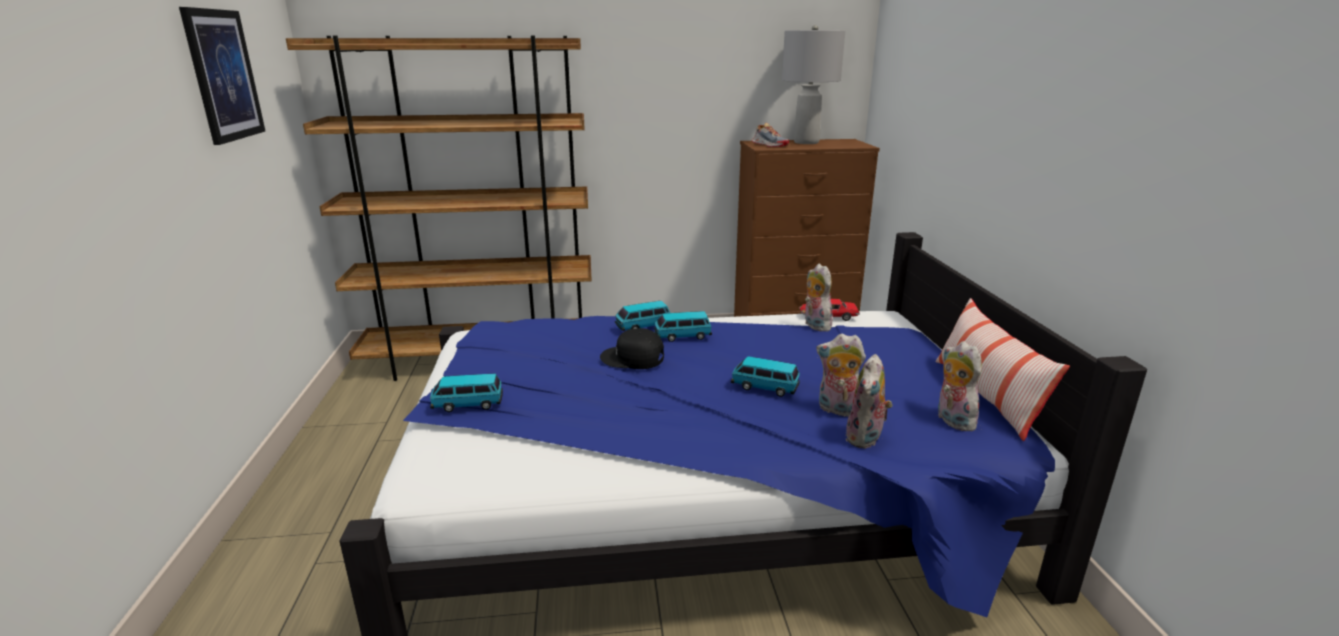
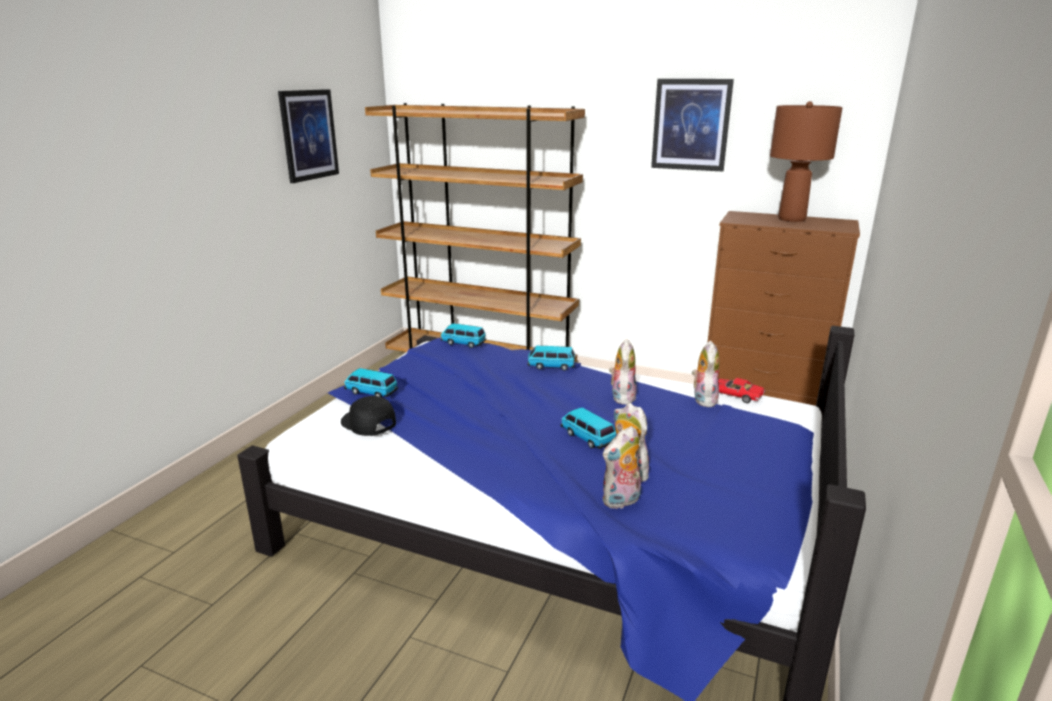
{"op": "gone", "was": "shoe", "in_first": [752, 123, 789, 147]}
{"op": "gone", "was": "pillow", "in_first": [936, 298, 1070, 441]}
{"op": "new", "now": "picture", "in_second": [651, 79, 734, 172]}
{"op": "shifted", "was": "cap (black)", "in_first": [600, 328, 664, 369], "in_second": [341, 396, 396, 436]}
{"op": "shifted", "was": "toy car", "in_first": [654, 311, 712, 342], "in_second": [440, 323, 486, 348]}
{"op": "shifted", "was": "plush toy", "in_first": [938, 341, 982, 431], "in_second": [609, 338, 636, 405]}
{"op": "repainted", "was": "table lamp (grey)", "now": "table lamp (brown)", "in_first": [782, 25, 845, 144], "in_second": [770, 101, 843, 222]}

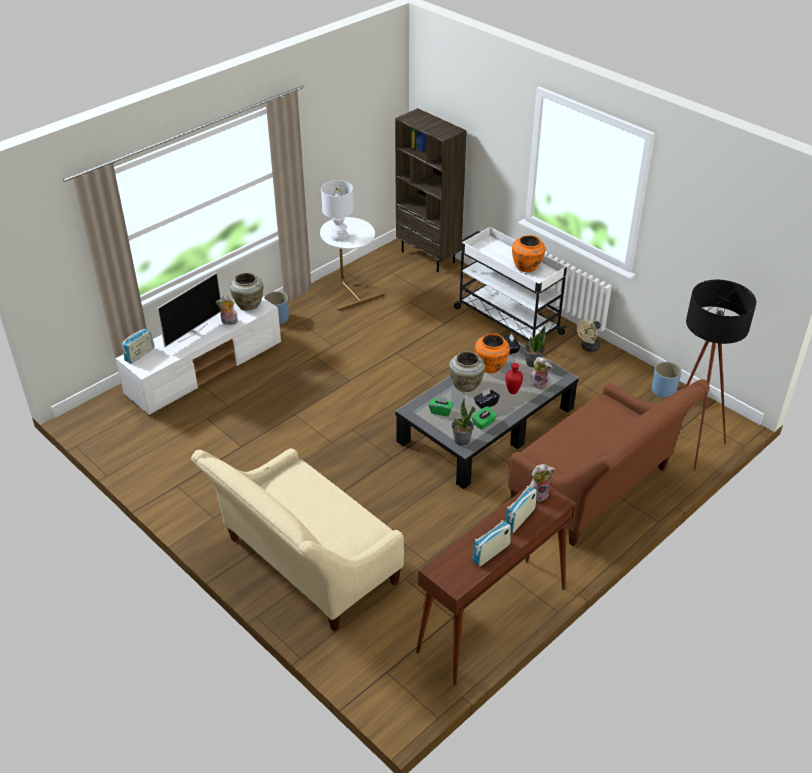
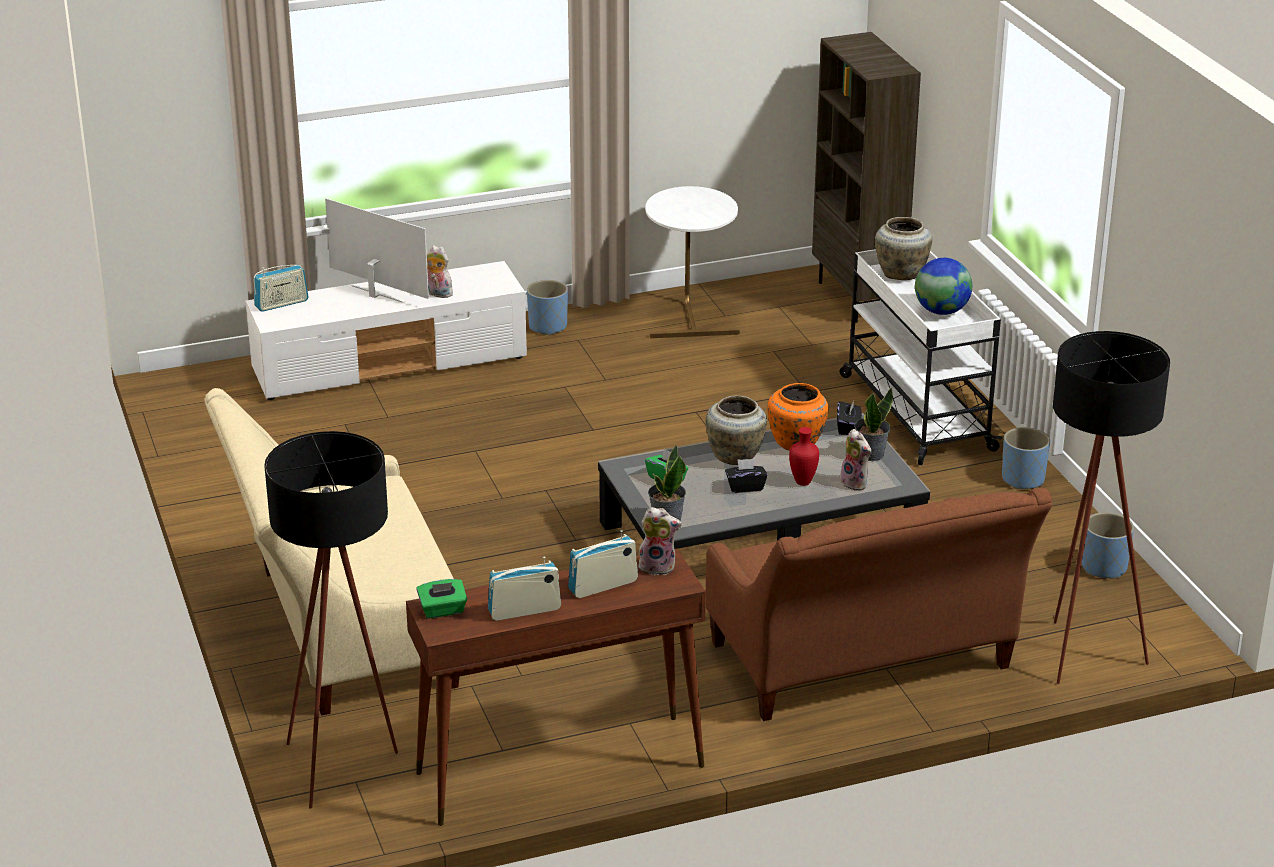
{"op": "gone", "was": "table lamp (white)", "in_first": [321, 180, 354, 241]}
{"op": "new", "now": "floor lamp (black)", "in_second": [264, 431, 398, 809]}
{"op": "shifted", "was": "vase (beige)", "in_first": [230, 273, 263, 310], "in_second": [875, 217, 932, 280]}
{"op": "shifted", "was": "tissue box (green)", "in_first": [472, 406, 497, 430], "in_second": [416, 579, 467, 619]}
{"op": "swapped", "was": "vase (orange)", "now": "globe", "in_first": [512, 235, 545, 272], "in_second": [915, 258, 972, 315]}
{"op": "swapped", "was": "fan (beige)", "now": "planter (blue)", "in_first": [577, 319, 601, 352], "in_second": [1002, 427, 1050, 489]}
{"op": "rotated", "was": "television", "in_first": [157, 272, 221, 347], "in_second": [325, 198, 429, 302], "clockwise": -120}

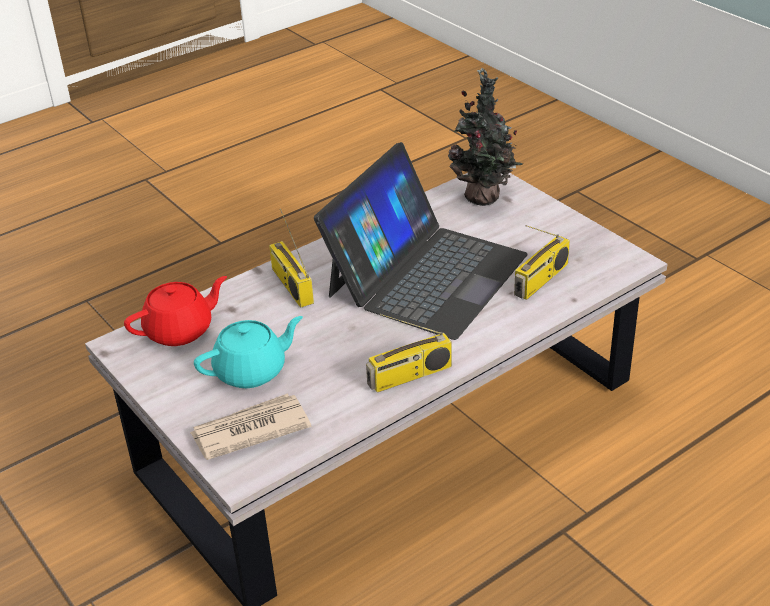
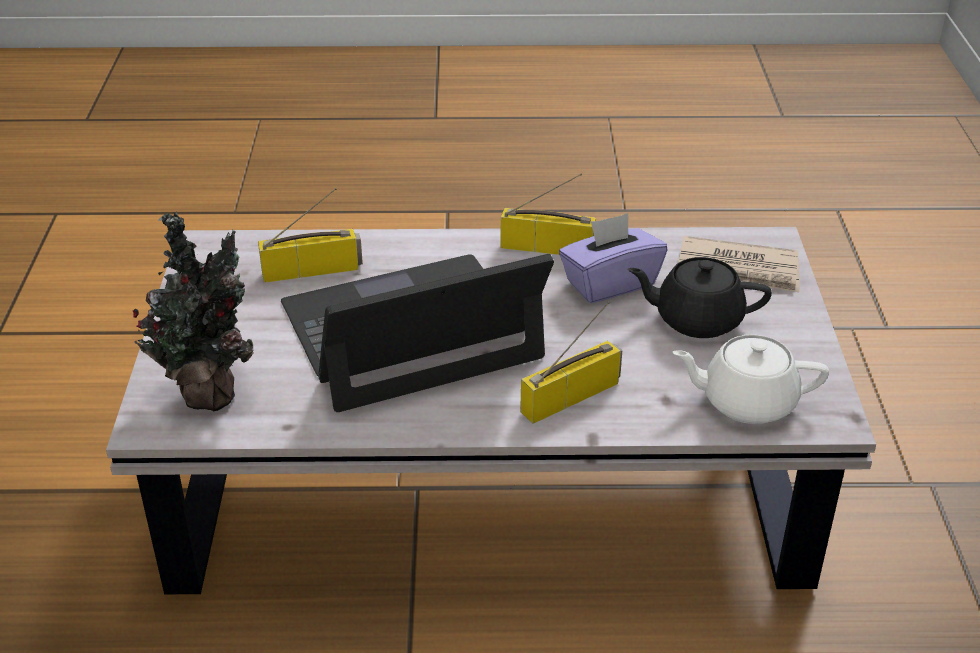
{"op": "new", "now": "tissue box (purple)", "in_second": [559, 213, 667, 303]}
{"op": "repainted", "was": "teapot (red)", "now": "teapot (white)", "in_first": [124, 276, 227, 346], "in_second": [672, 335, 829, 424]}
{"op": "repainted", "was": "teapot (turquoise)", "now": "teapot (black)", "in_first": [194, 316, 303, 388], "in_second": [627, 257, 772, 338]}
{"op": "rotated", "was": "radio", "in_first": [269, 209, 314, 308], "in_second": [520, 301, 622, 424], "clockwise": -135}

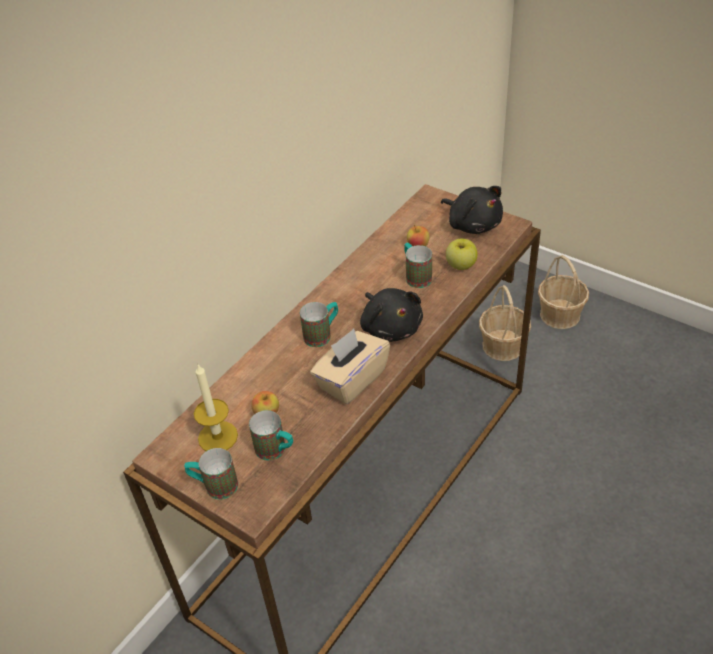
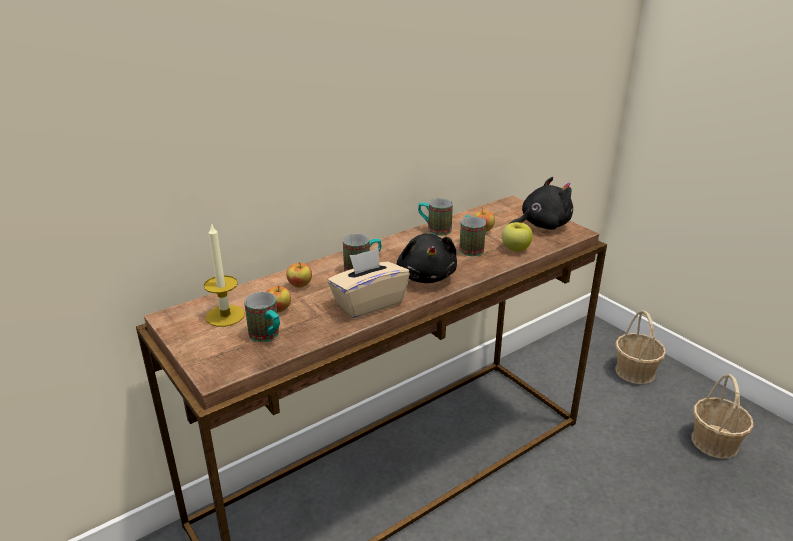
{"op": "new", "now": "apple", "in_second": [286, 262, 312, 288]}
{"op": "shifted", "was": "mug", "in_first": [184, 448, 238, 500], "in_second": [418, 198, 453, 236]}
{"op": "shifted", "was": "basket", "in_first": [479, 285, 531, 361], "in_second": [691, 374, 754, 459]}
{"op": "rotated", "was": "plush toy (black)", "in_first": [441, 186, 503, 234], "in_second": [509, 177, 573, 230], "clockwise": -90}

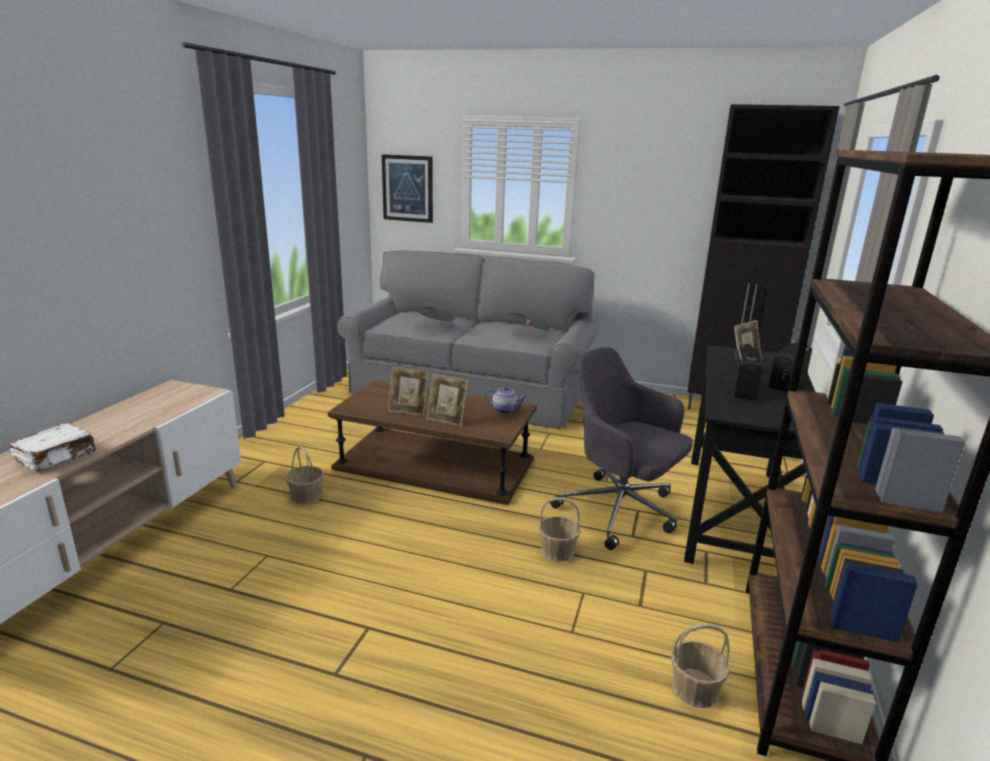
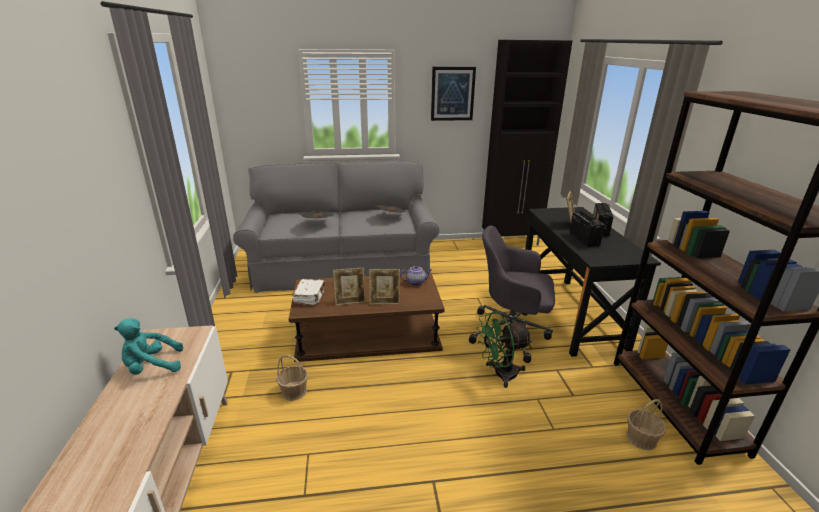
{"op": "new", "now": "plush toy (turquoise)", "in_second": [114, 318, 183, 375]}
{"op": "shifted", "was": "book (white)", "in_first": [9, 423, 96, 471], "in_second": [292, 279, 325, 305]}
{"op": "shifted", "was": "picture", "in_first": [382, 154, 433, 223], "in_second": [431, 67, 476, 121]}
{"op": "swapped", "was": "basket", "now": "fan (green)", "in_first": [538, 497, 581, 562], "in_second": [476, 311, 532, 388]}

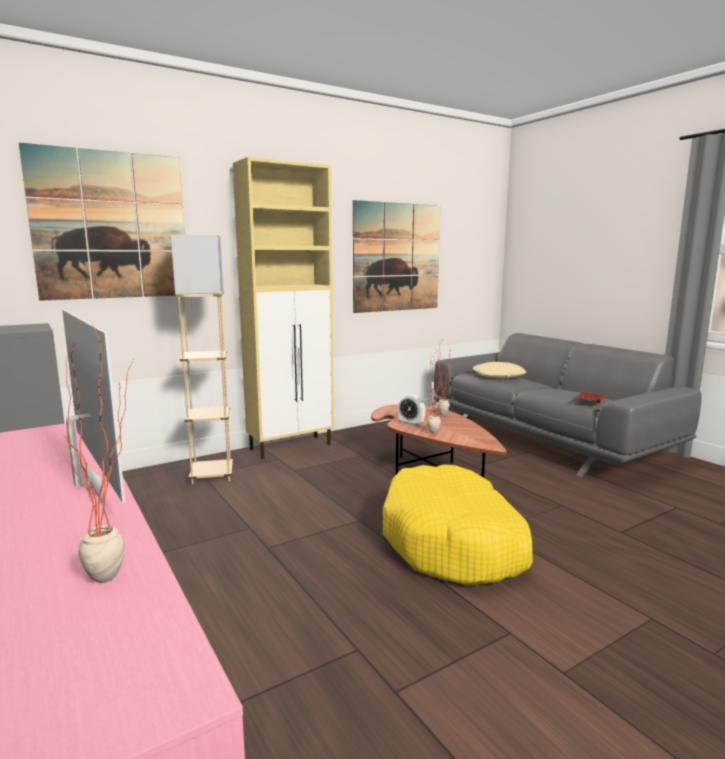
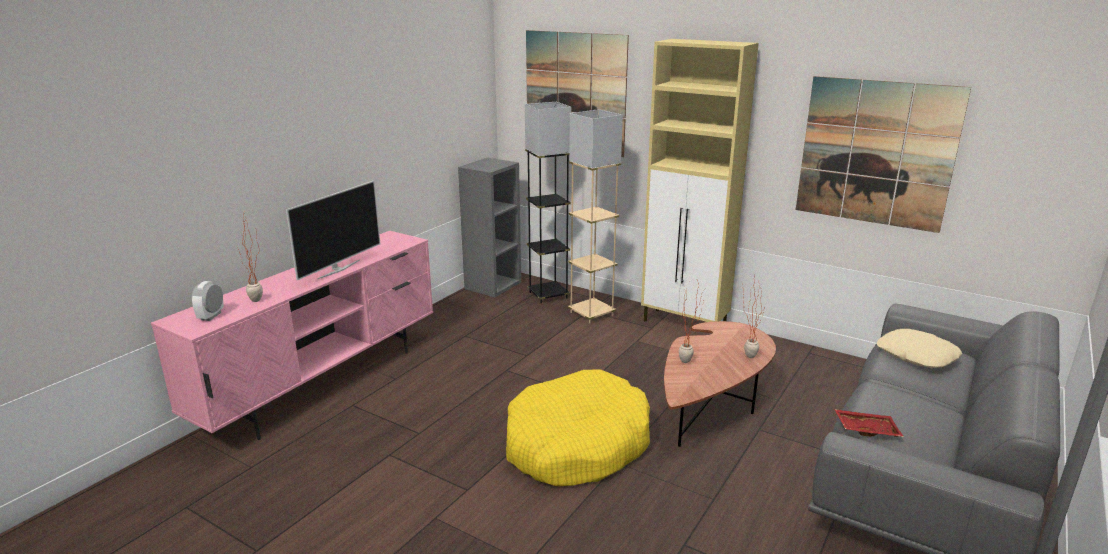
{"op": "new", "now": "floor lamp (grey)", "in_second": [525, 102, 571, 303]}
{"op": "shifted", "was": "alarm clock", "in_first": [398, 394, 426, 426], "in_second": [191, 281, 224, 321]}

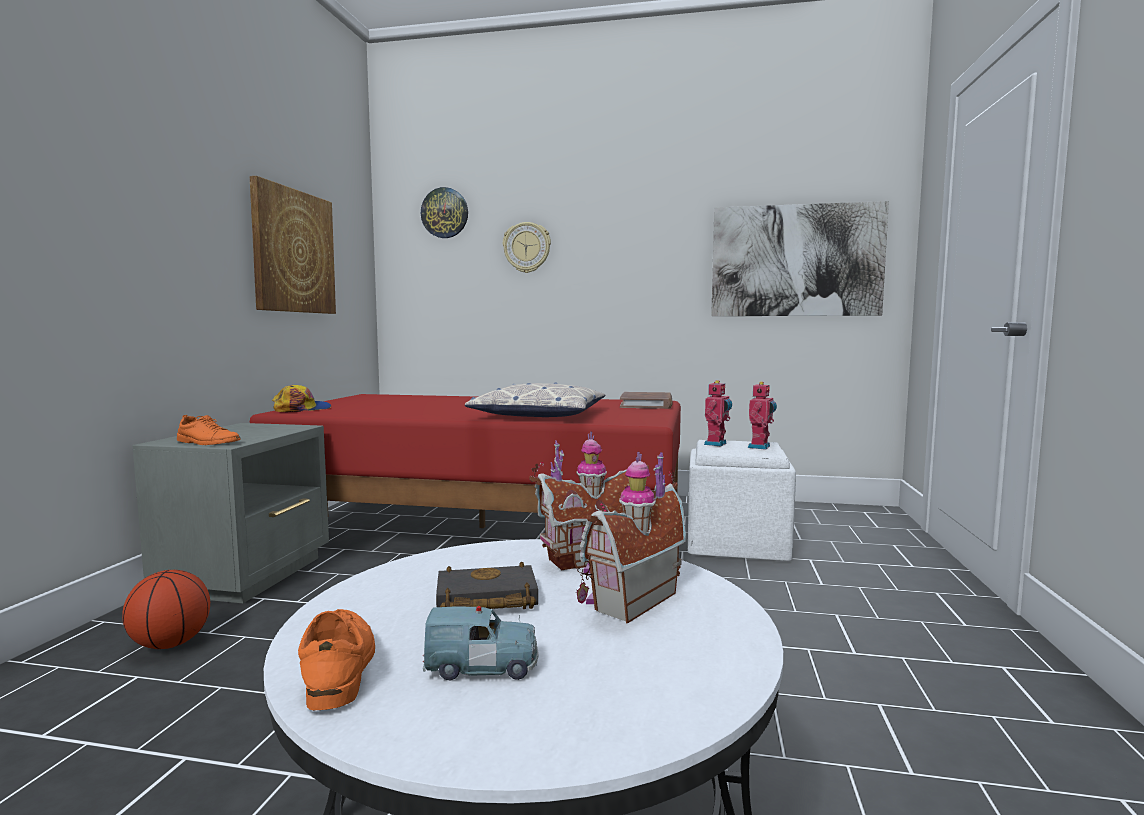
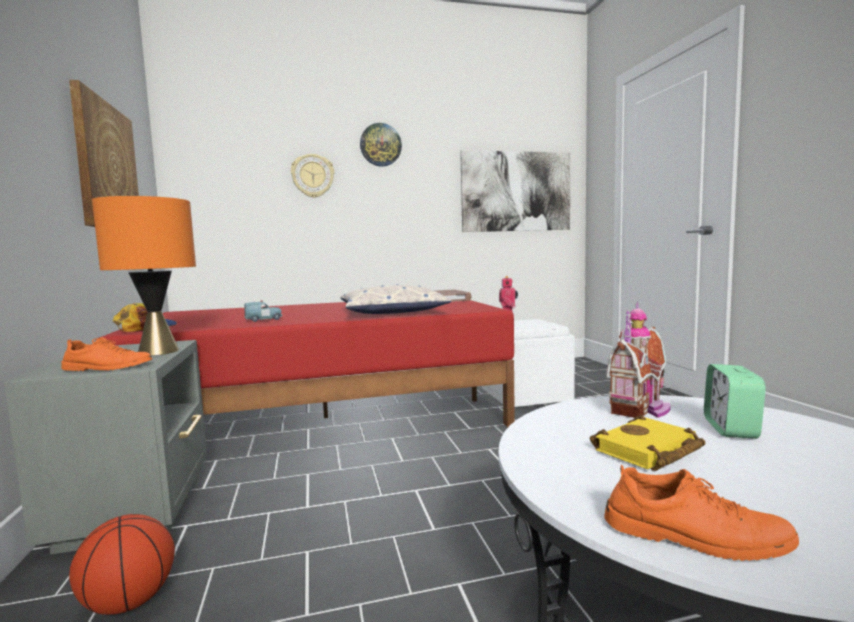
{"op": "gone", "was": "toy robot", "in_first": [748, 382, 777, 450]}
{"op": "new", "now": "table lamp (orange)", "in_second": [92, 196, 196, 356]}
{"op": "shifted", "was": "wall clock", "in_first": [421, 187, 468, 238], "in_second": [360, 123, 402, 166]}
{"op": "shifted", "was": "toy car (blue)", "in_first": [423, 606, 539, 681], "in_second": [244, 300, 282, 322]}
{"op": "swapped", "was": "toy house", "now": "alarm clock", "in_first": [576, 451, 686, 624], "in_second": [704, 364, 766, 439]}
{"op": "repainted", "was": "book (black)", "now": "book (yellow)", "in_first": [436, 561, 538, 609], "in_second": [590, 415, 705, 471]}
{"op": "rotated", "was": "shoe (orange)", "in_first": [298, 609, 375, 710], "in_second": [604, 465, 799, 561], "clockwise": 150}

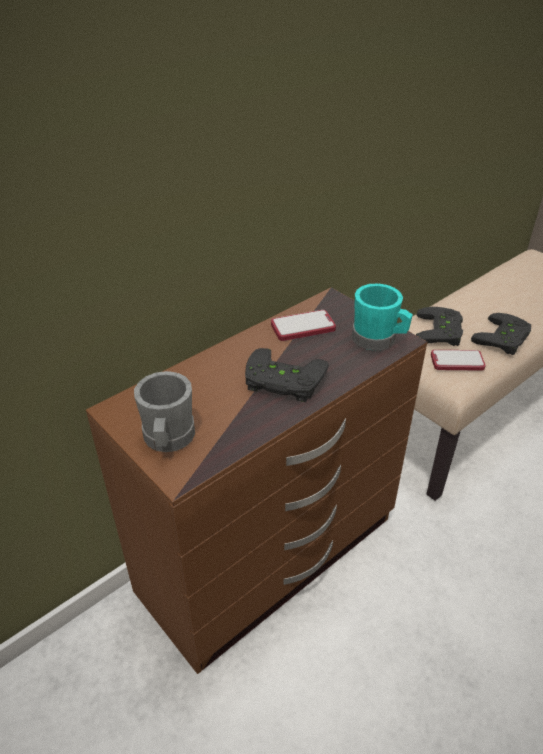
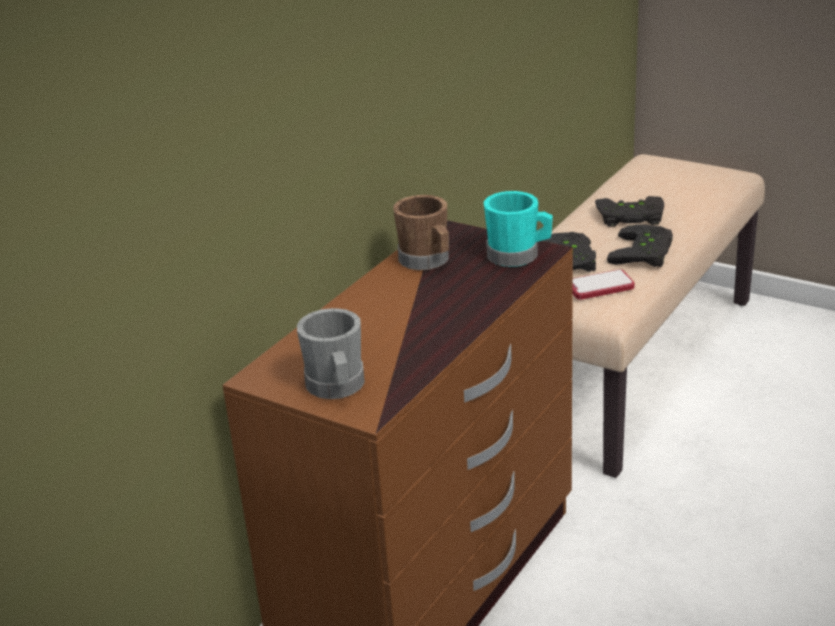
{"op": "shifted", "was": "game controller (black)", "in_first": [245, 348, 329, 402], "in_second": [595, 196, 664, 227]}
{"op": "swapped", "was": "phone", "now": "mug (brown)", "in_first": [271, 310, 336, 341], "in_second": [393, 195, 449, 270]}

